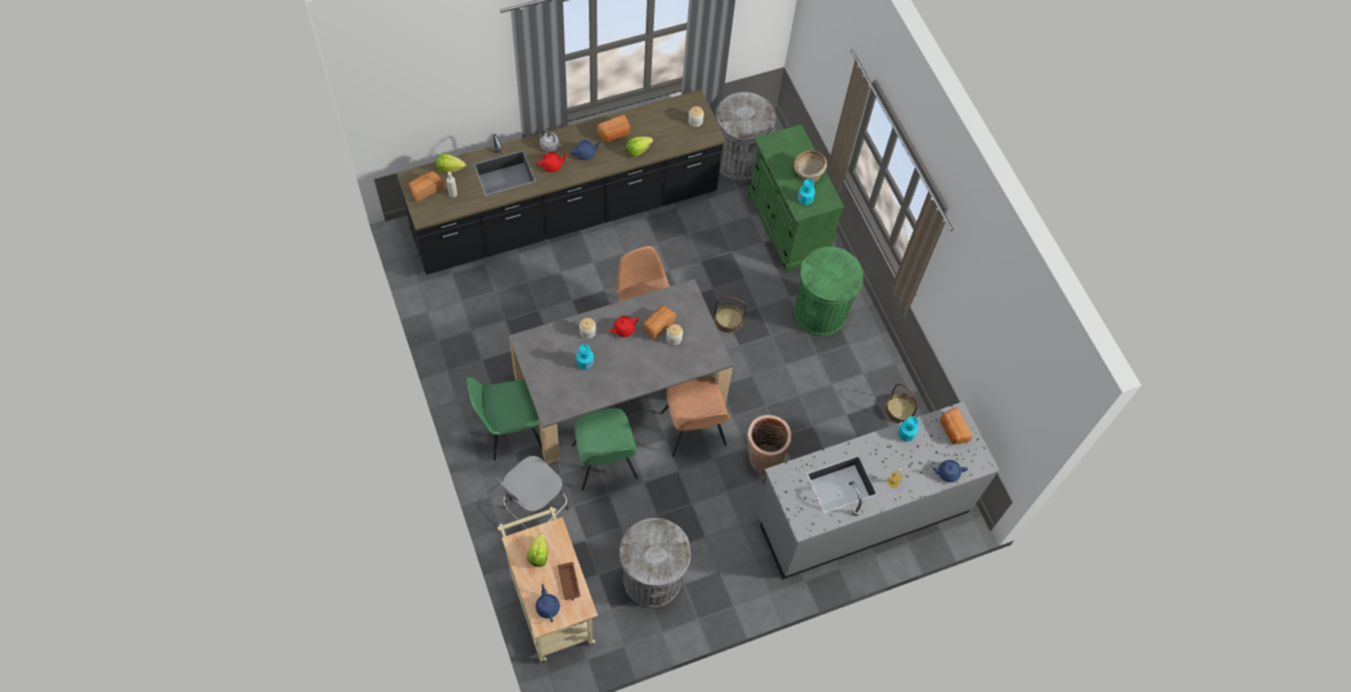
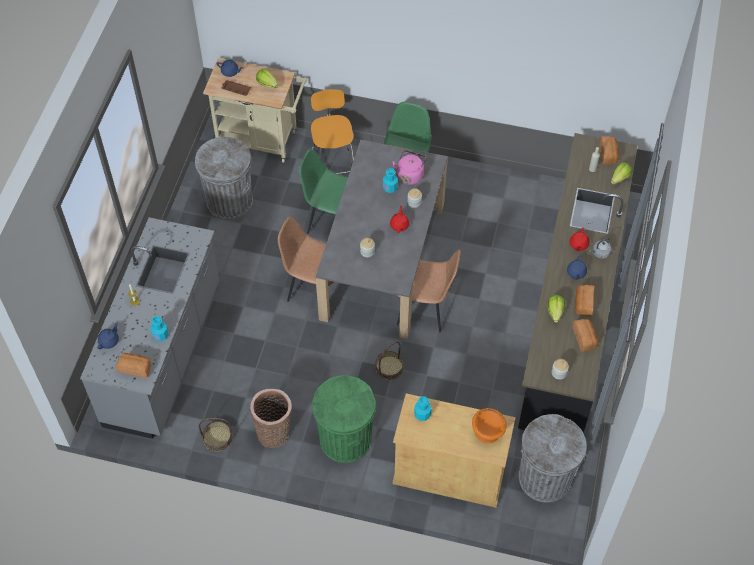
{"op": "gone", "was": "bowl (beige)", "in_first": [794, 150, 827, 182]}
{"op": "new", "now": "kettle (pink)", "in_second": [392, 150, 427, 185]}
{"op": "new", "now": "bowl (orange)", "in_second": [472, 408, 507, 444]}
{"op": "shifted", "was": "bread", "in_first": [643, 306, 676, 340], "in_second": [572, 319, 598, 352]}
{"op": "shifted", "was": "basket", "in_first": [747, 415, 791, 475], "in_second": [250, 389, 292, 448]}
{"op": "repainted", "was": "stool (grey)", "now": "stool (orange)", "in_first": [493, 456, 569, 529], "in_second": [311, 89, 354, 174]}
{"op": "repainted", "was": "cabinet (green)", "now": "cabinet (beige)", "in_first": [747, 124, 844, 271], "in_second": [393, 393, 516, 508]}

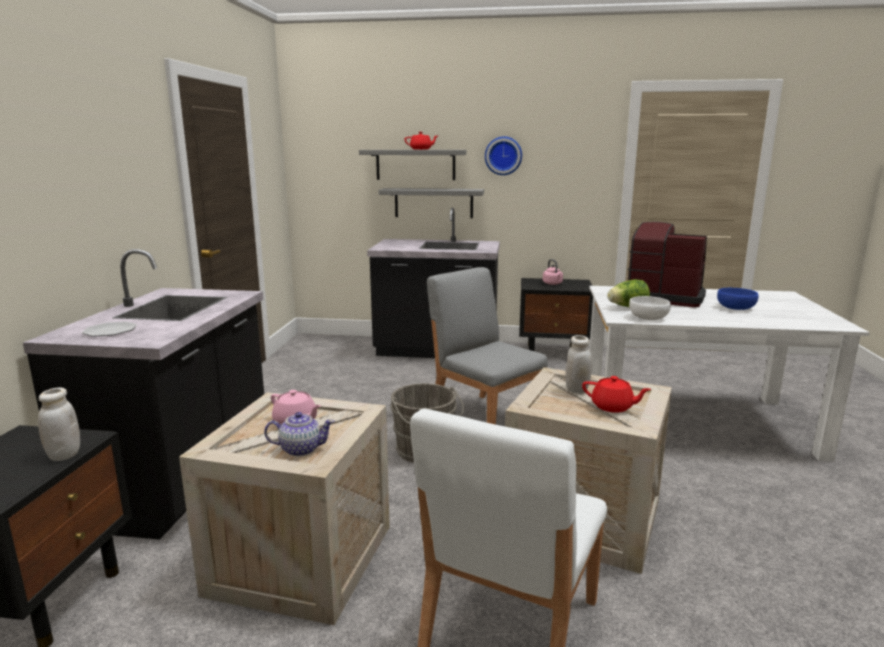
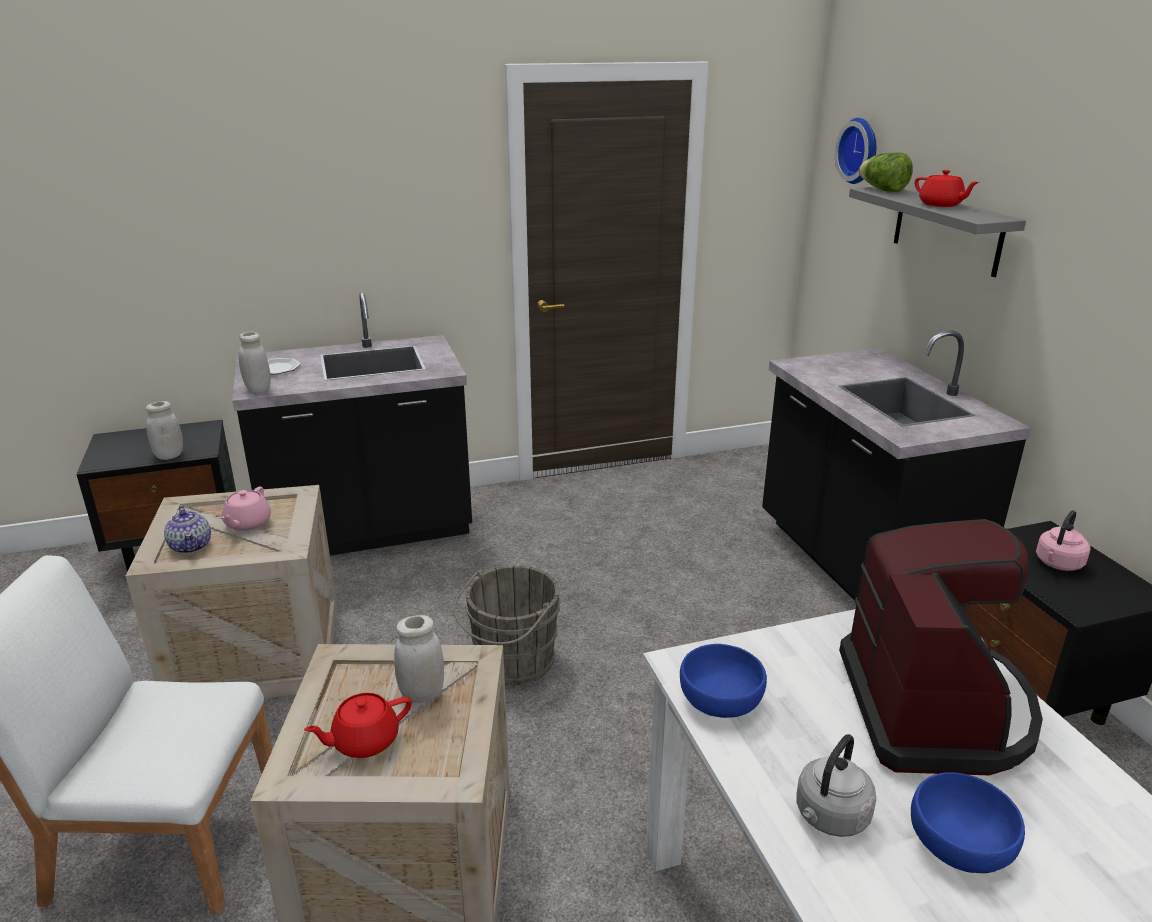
{"op": "gone", "was": "shelf (grey)", "in_first": [378, 188, 484, 218]}
{"op": "gone", "was": "chair (grey)", "in_first": [427, 267, 548, 425]}
{"op": "new", "now": "jar (white)", "in_second": [238, 332, 271, 393]}
{"op": "new", "now": "kettle (grey)", "in_second": [796, 734, 876, 837]}
{"op": "shifted", "was": "wall clock", "in_first": [485, 136, 522, 175], "in_second": [835, 118, 876, 184]}
{"op": "shifted", "was": "lettuce", "in_first": [607, 279, 650, 307], "in_second": [859, 152, 913, 192]}
{"op": "repainted", "was": "bowl (white)", "now": "bowl (blue)", "in_first": [629, 296, 671, 320], "in_second": [680, 644, 767, 718]}
{"op": "rotated", "was": "teapot (red)", "in_first": [582, 376, 651, 413], "in_second": [304, 693, 412, 758], "clockwise": 60}

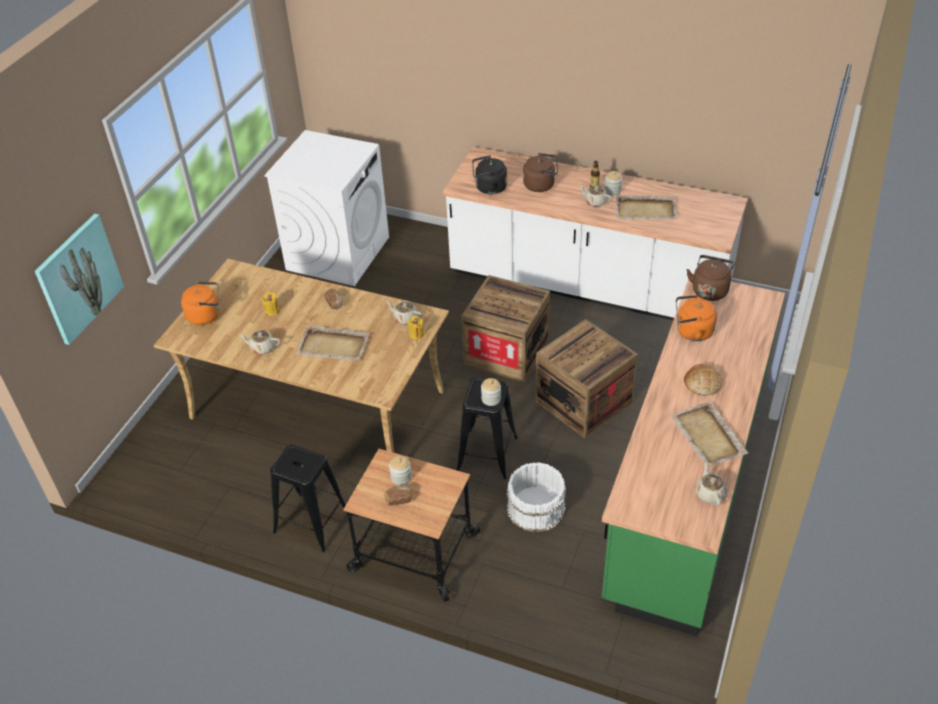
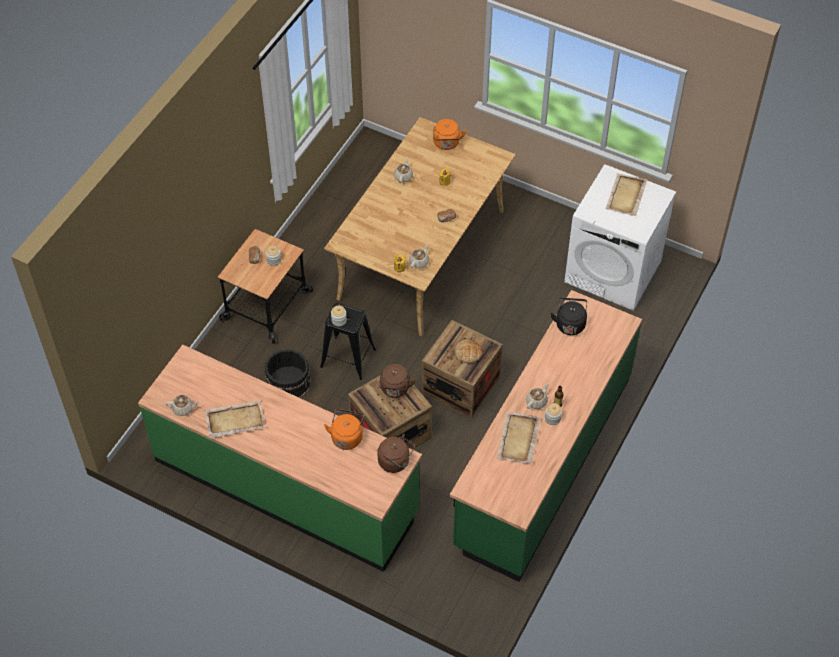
{"op": "gone", "was": "picture", "in_first": [35, 214, 124, 345]}
{"op": "gone", "was": "stool (black)", "in_first": [270, 445, 346, 552]}
{"op": "shifted", "was": "tray (beige)", "in_first": [295, 326, 370, 360], "in_second": [606, 173, 647, 216]}
{"op": "shifted", "was": "kettle (brown)", "in_first": [523, 153, 558, 192], "in_second": [378, 364, 416, 398]}
{"op": "shifted", "was": "bread", "in_first": [684, 364, 722, 395], "in_second": [454, 339, 483, 363]}
{"op": "repainted", "was": "counter (white)", "now": "counter (green)", "in_first": [443, 147, 748, 320], "in_second": [450, 290, 642, 582]}
{"op": "repainted", "was": "bucket (white)", "now": "bucket (black)", "in_first": [507, 462, 566, 533], "in_second": [264, 349, 311, 398]}

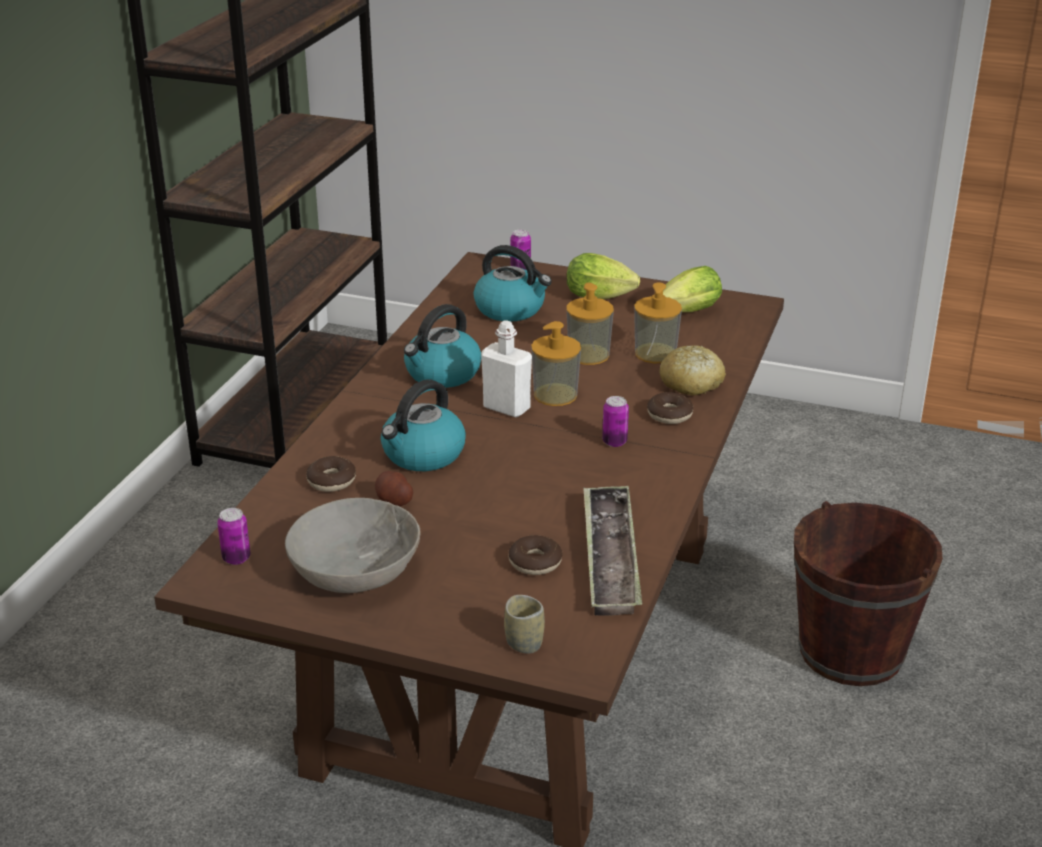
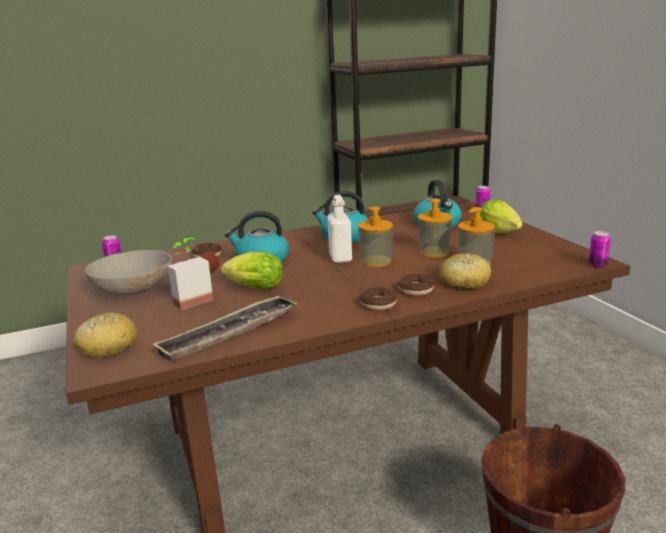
{"op": "new", "now": "potted plant", "in_second": [168, 238, 213, 310]}
{"op": "shifted", "was": "donut", "in_first": [508, 535, 562, 575], "in_second": [360, 287, 397, 310]}
{"op": "shifted", "was": "can", "in_first": [602, 396, 629, 447], "in_second": [589, 231, 611, 268]}
{"op": "shifted", "was": "lettuce", "in_first": [663, 266, 722, 312], "in_second": [221, 252, 283, 290]}
{"op": "swapped", "was": "cup", "now": "bread", "in_first": [504, 595, 545, 654], "in_second": [73, 313, 138, 358]}

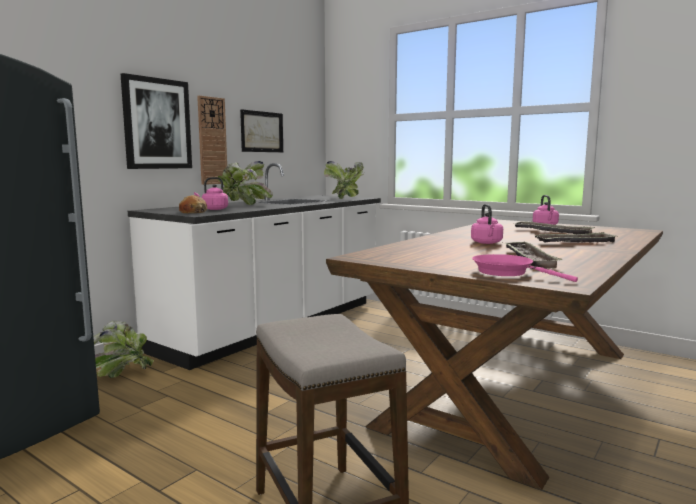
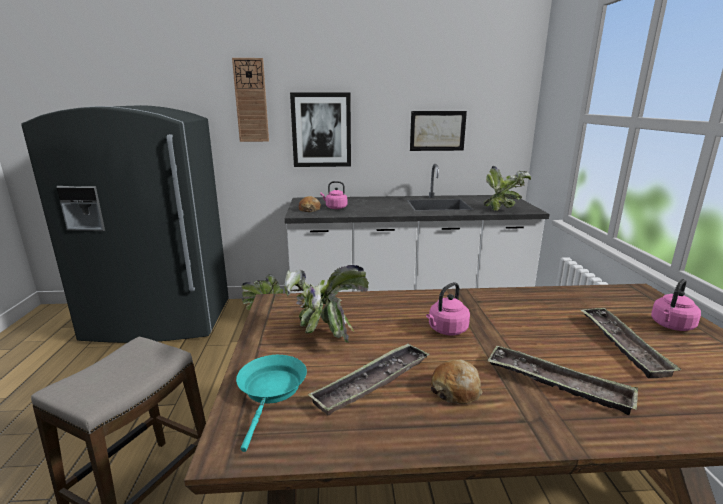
{"op": "new", "now": "bread", "in_second": [431, 359, 482, 404]}
{"op": "shifted", "was": "wall clock", "in_first": [197, 95, 227, 185], "in_second": [232, 58, 269, 142]}
{"op": "shifted", "was": "potted plant", "in_first": [218, 161, 273, 205], "in_second": [284, 265, 369, 343]}
{"op": "repainted", "was": "frying pan (pink)", "now": "frying pan (turquoise)", "in_first": [472, 254, 578, 282], "in_second": [236, 355, 307, 452]}

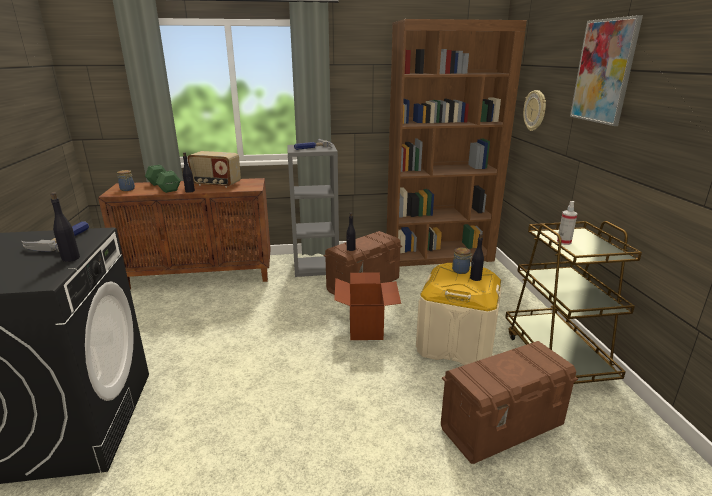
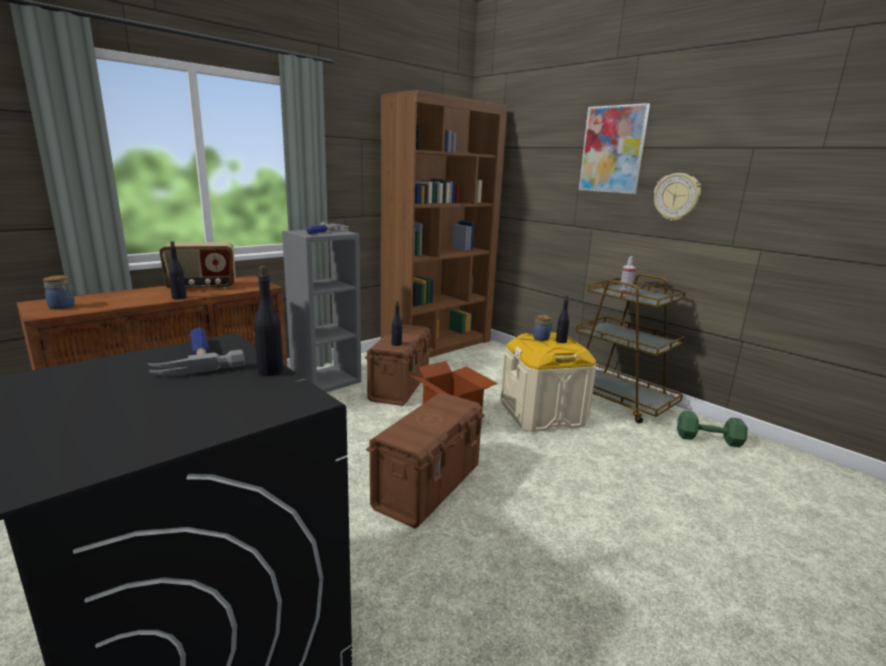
{"op": "shifted", "was": "dumbbell (green)", "in_first": [145, 165, 181, 193], "in_second": [677, 411, 748, 447]}
{"op": "shifted", "was": "storage box (brown)", "in_first": [441, 341, 578, 464], "in_second": [366, 392, 485, 528]}
{"op": "shifted", "was": "wall clock", "in_first": [523, 90, 546, 131], "in_second": [654, 173, 701, 221]}

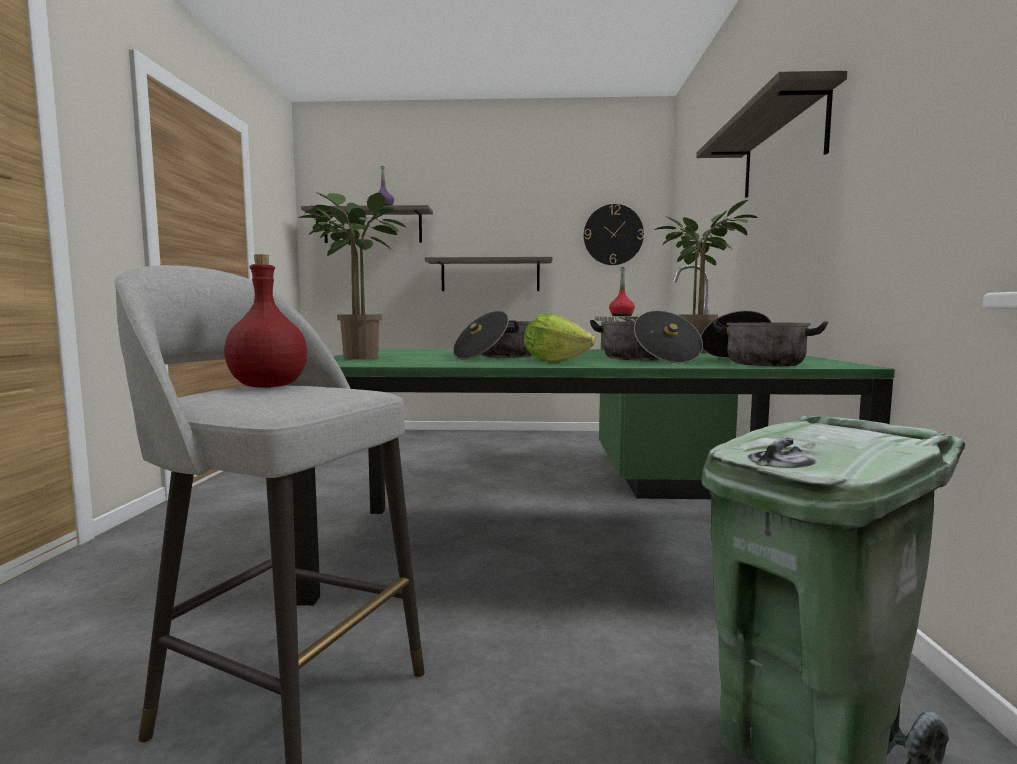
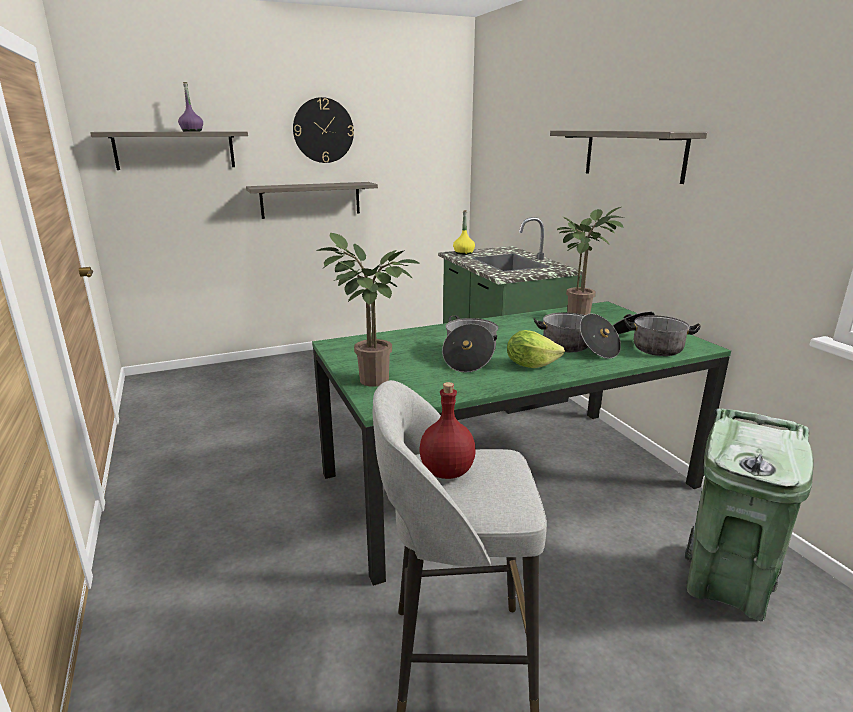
{"op": "shifted", "was": "wall clock", "in_first": [584, 204, 644, 265], "in_second": [293, 97, 354, 163]}
{"op": "repainted", "was": "bottle (red)", "now": "bottle (yellow)", "in_first": [609, 267, 635, 316], "in_second": [453, 210, 475, 255]}

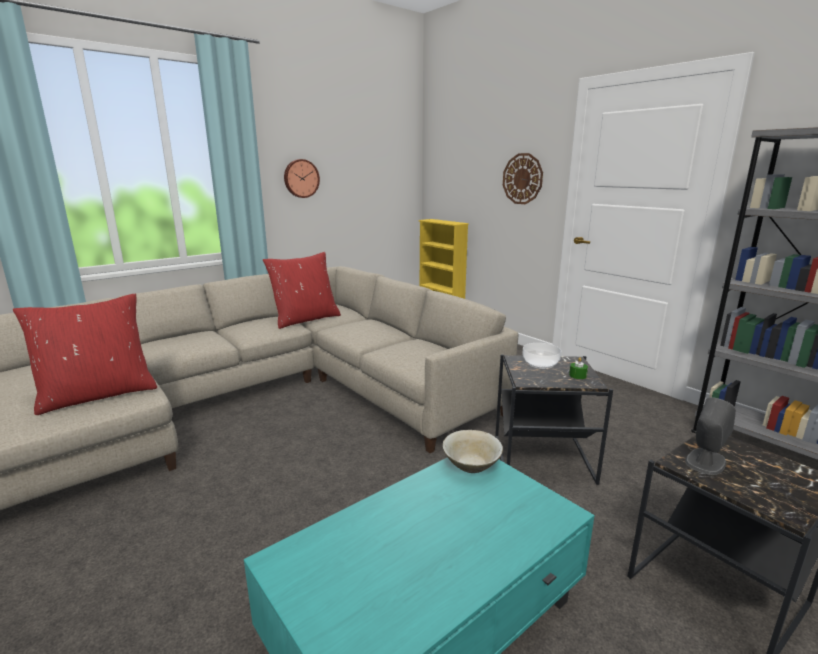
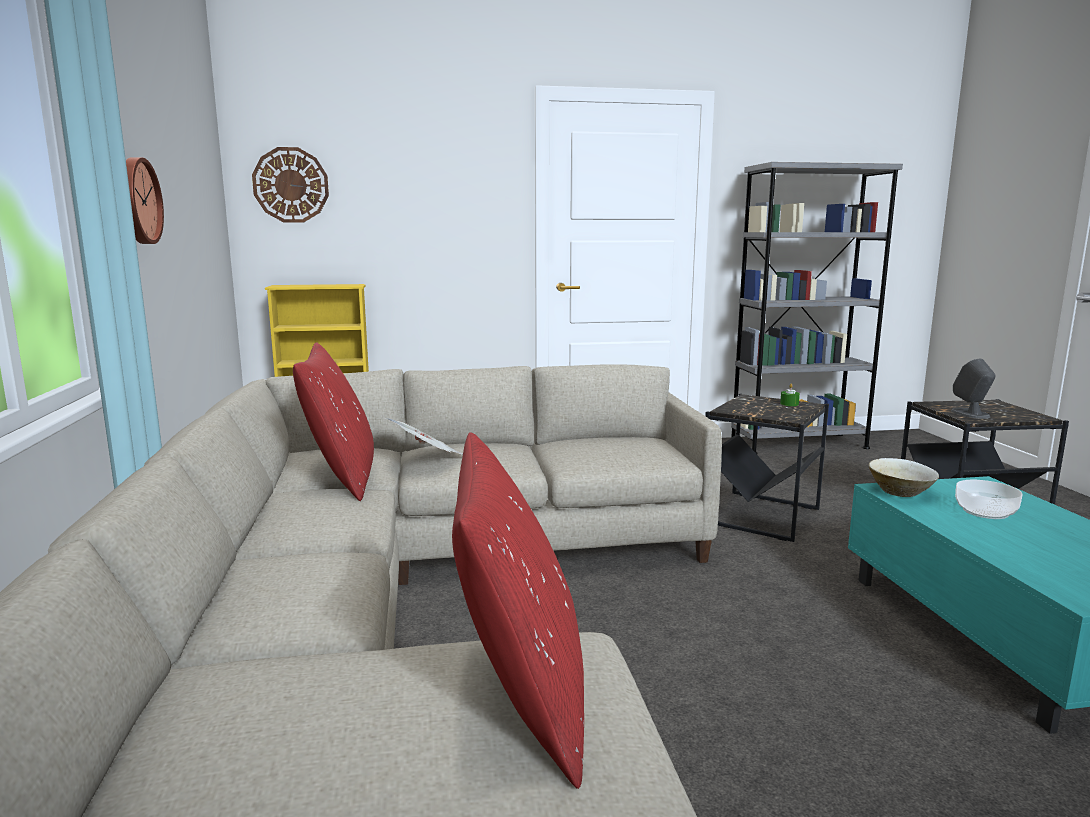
{"op": "new", "now": "newspaper", "in_second": [385, 418, 463, 455]}
{"op": "shifted", "was": "wall clock", "in_first": [503, 153, 543, 204], "in_second": [252, 147, 329, 223]}
{"op": "shifted", "was": "bowl", "in_first": [523, 343, 561, 369], "in_second": [955, 480, 1023, 519]}

